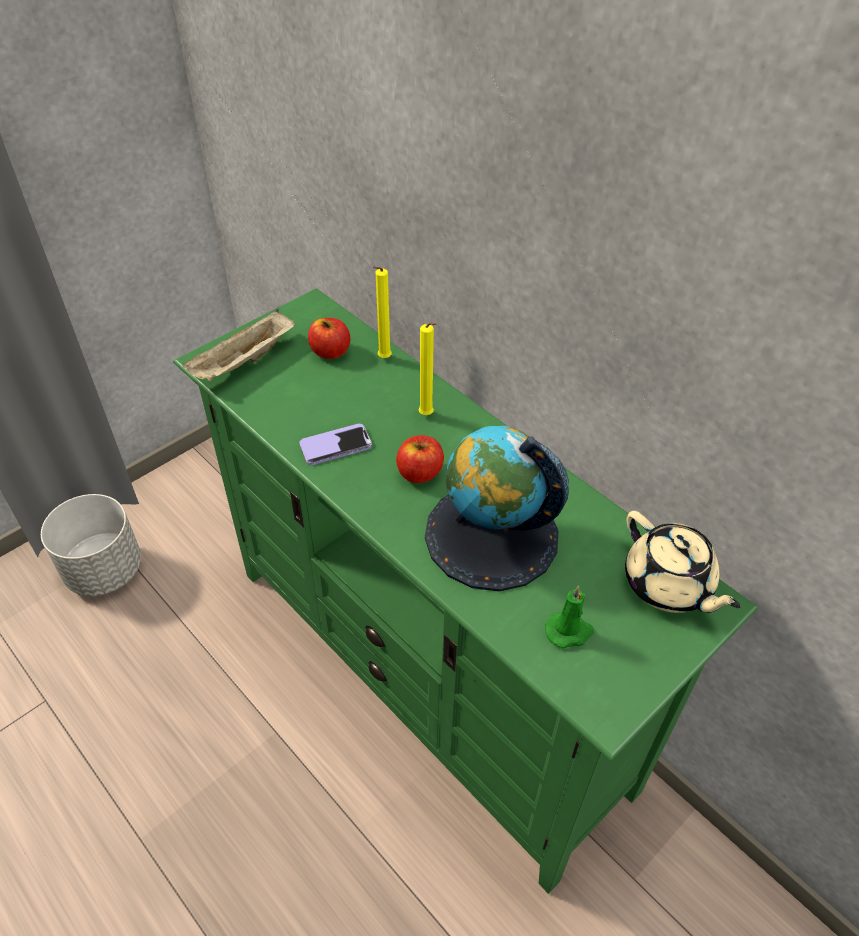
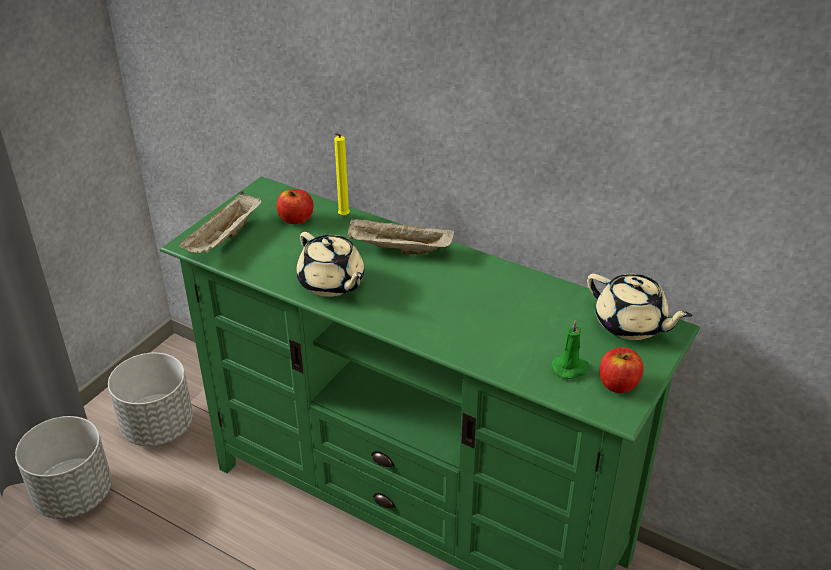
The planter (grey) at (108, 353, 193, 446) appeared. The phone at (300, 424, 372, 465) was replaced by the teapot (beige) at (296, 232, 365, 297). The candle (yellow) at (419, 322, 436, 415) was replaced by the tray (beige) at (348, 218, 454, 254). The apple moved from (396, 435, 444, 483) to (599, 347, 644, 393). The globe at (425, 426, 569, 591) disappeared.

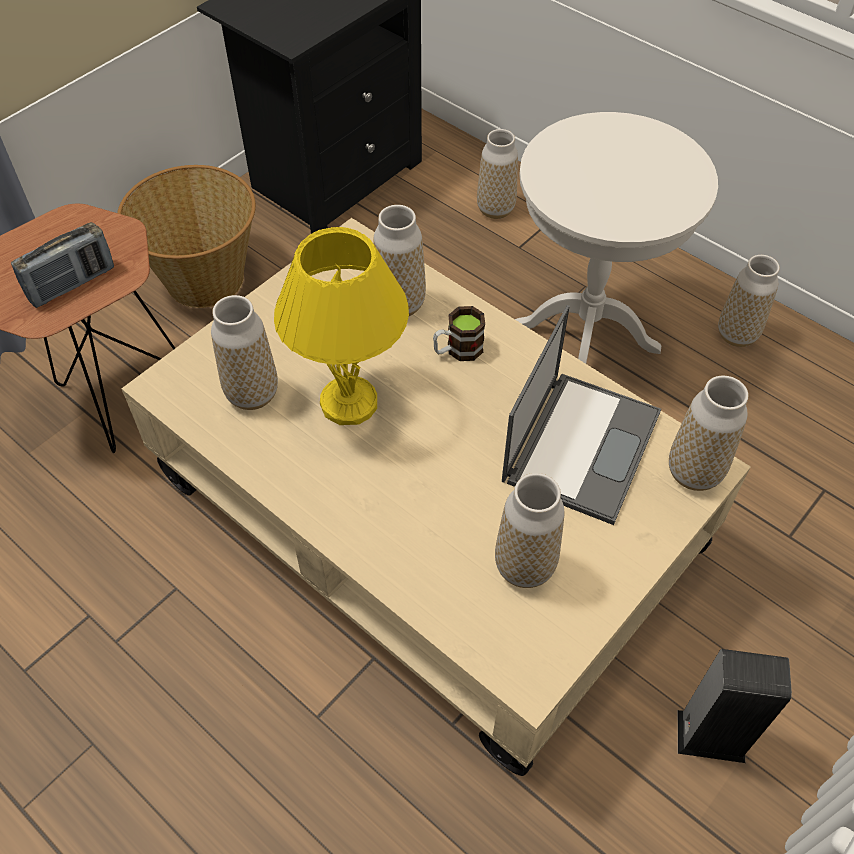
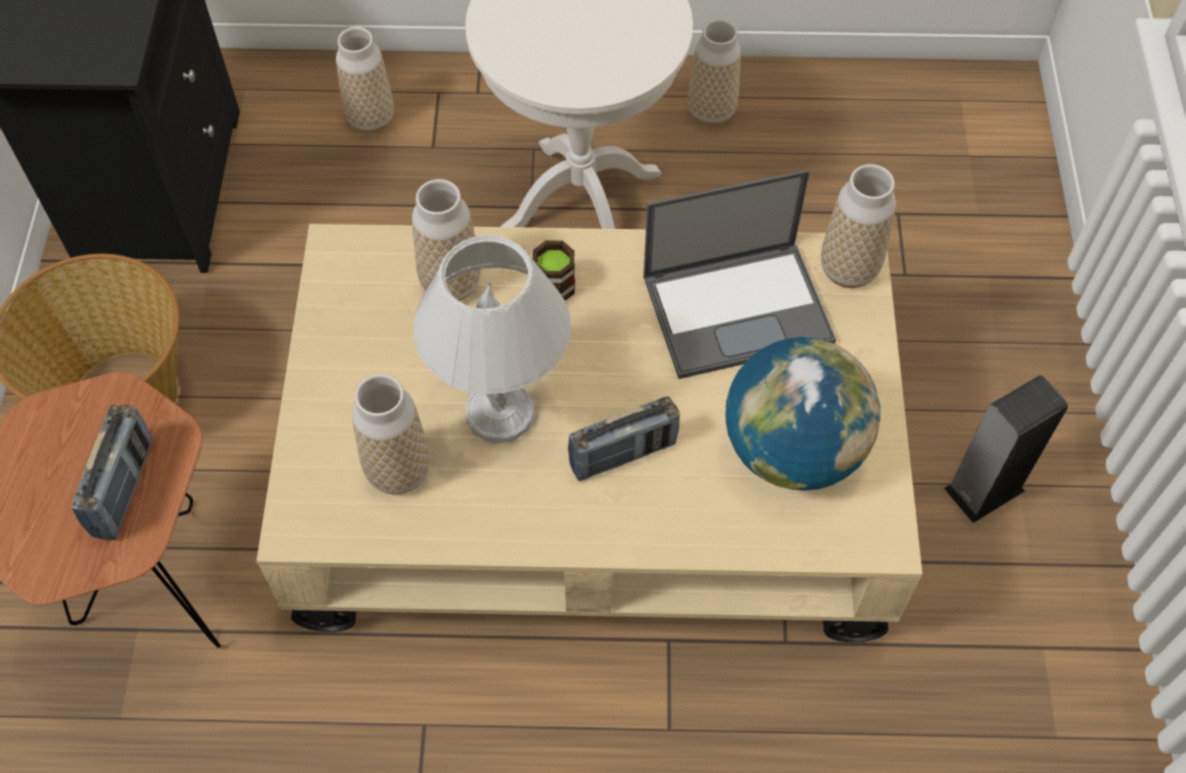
The table lamp (yellow) at (274, 227, 409, 425) became the table lamp (white) at (414, 235, 572, 444). The radio at (568, 396, 680, 481) appeared. The laptop at (502, 305, 661, 525) turned 90 degrees clockwise. The vase at (495, 473, 565, 588) was replaced by the globe at (726, 337, 881, 491).

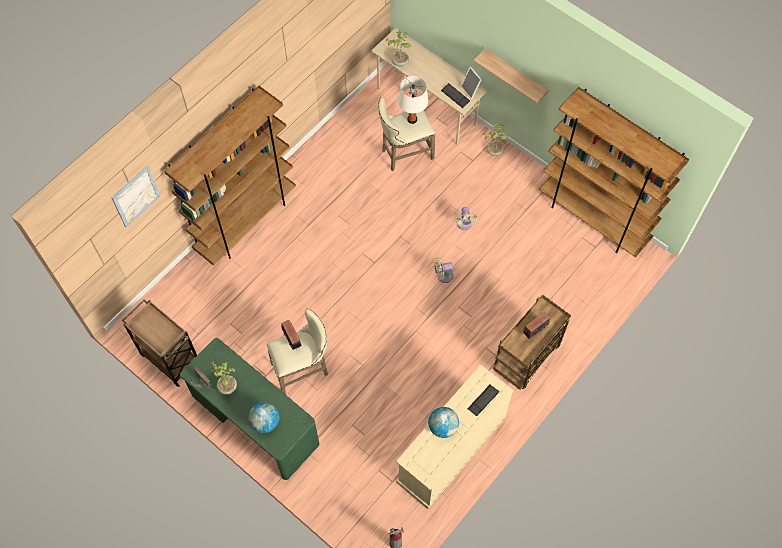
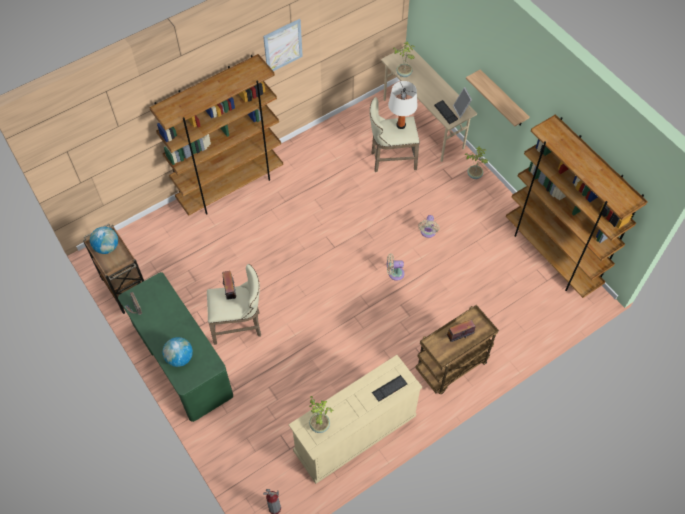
The globe moved from (428, 407, 459, 438) to (90, 227, 118, 254). The picture moved from (111, 165, 160, 227) to (263, 19, 303, 71). The potted plant moved from (211, 361, 237, 395) to (309, 396, 333, 433).

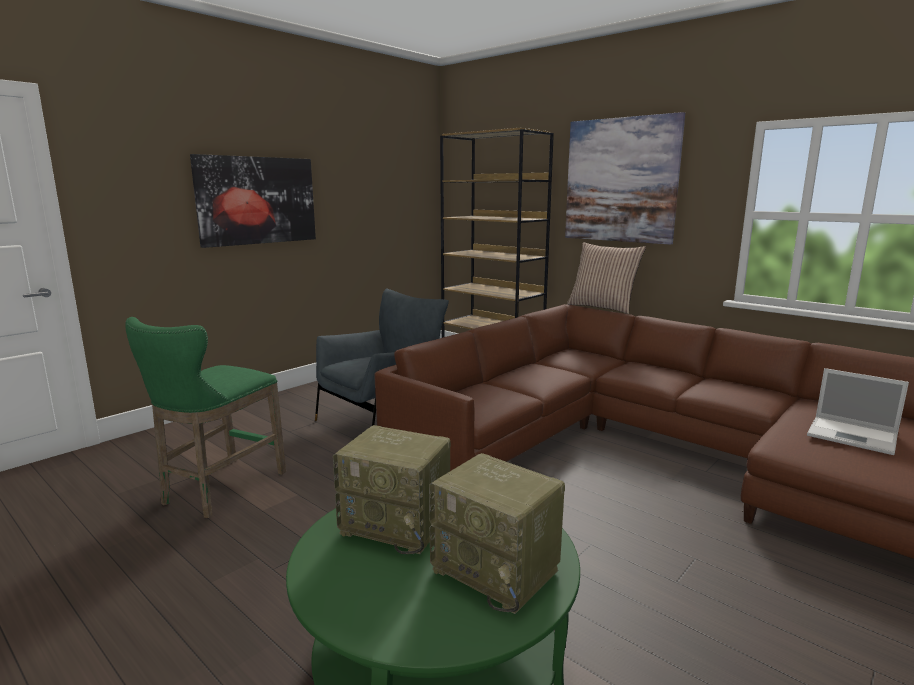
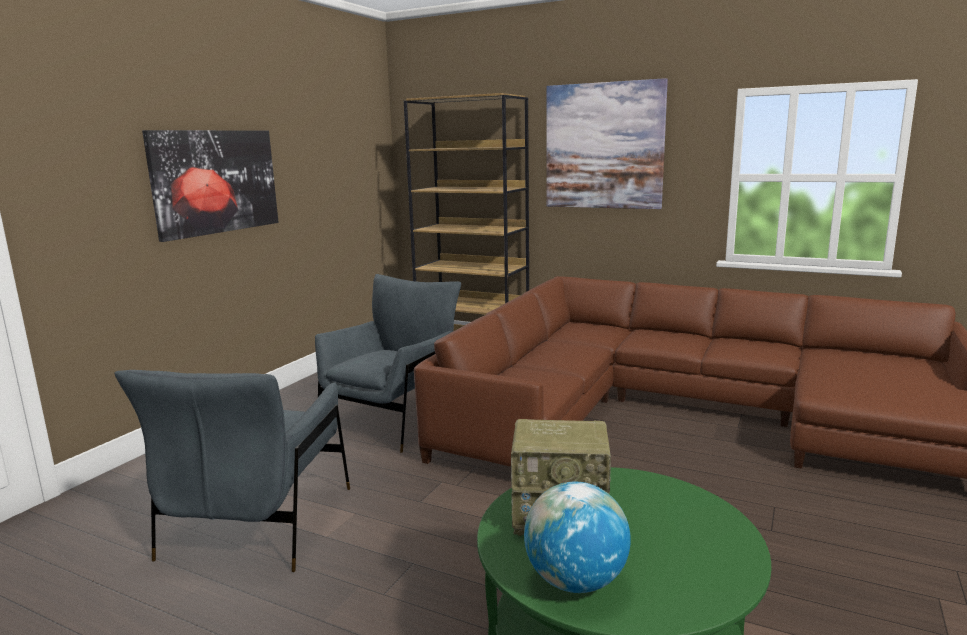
The stool (green) at (125, 317, 286, 518) was replaced by the armchair (grey) at (114, 370, 350, 572). The globe at (524, 482, 631, 593) appeared. The radio at (429, 453, 565, 614) disappeared. The pillow at (567, 242, 646, 314) disappeared. The laptop at (807, 368, 909, 455) disappeared.

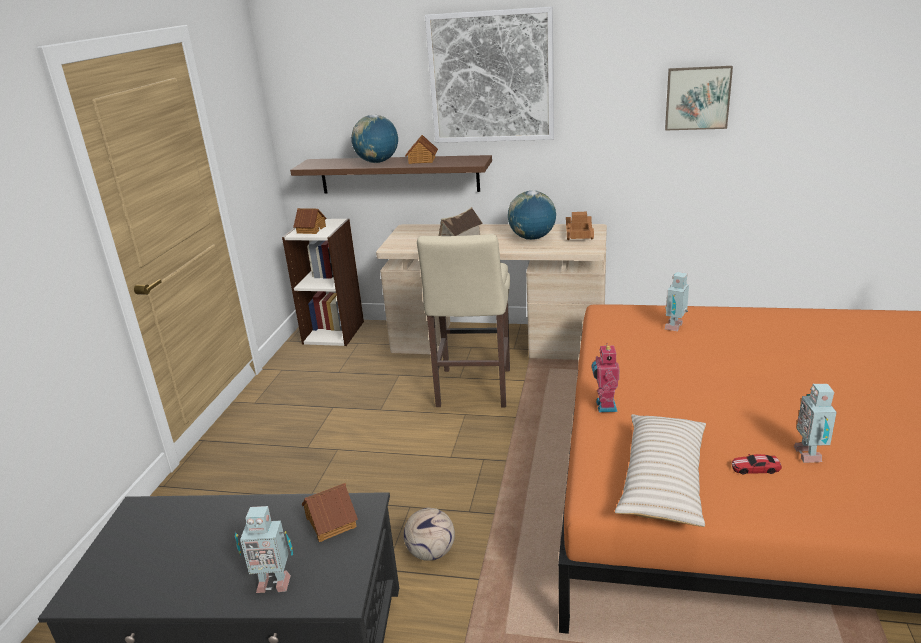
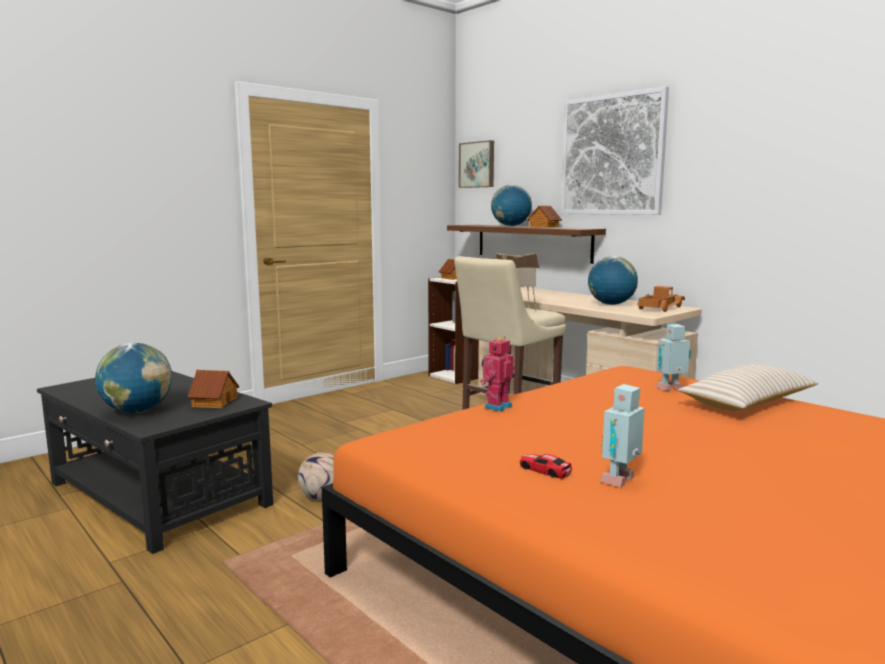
The toy robot at (235, 506, 293, 593) was replaced by the globe at (95, 343, 172, 413). The picture moved from (665, 66, 733, 130) to (459, 140, 494, 188). The pillow (beige) moved from (615, 414, 706, 527) to (678, 364, 818, 411).

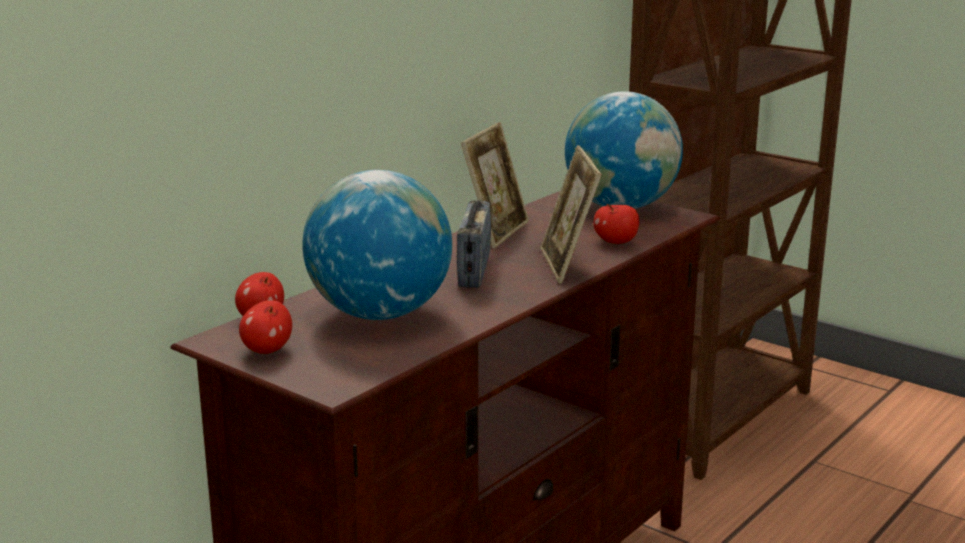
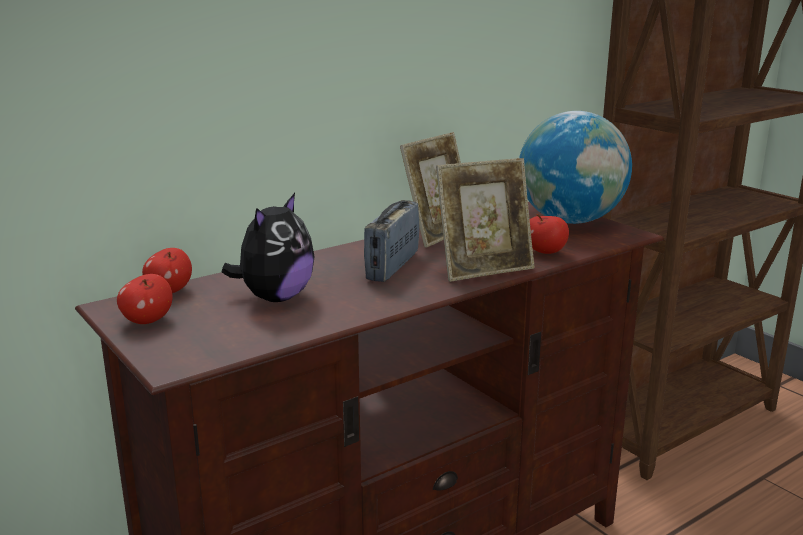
The globe at (302, 170, 452, 320) was replaced by the plush toy at (222, 193, 315, 302). The picture frame at (540, 145, 602, 283) turned 120 degrees counterclockwise.

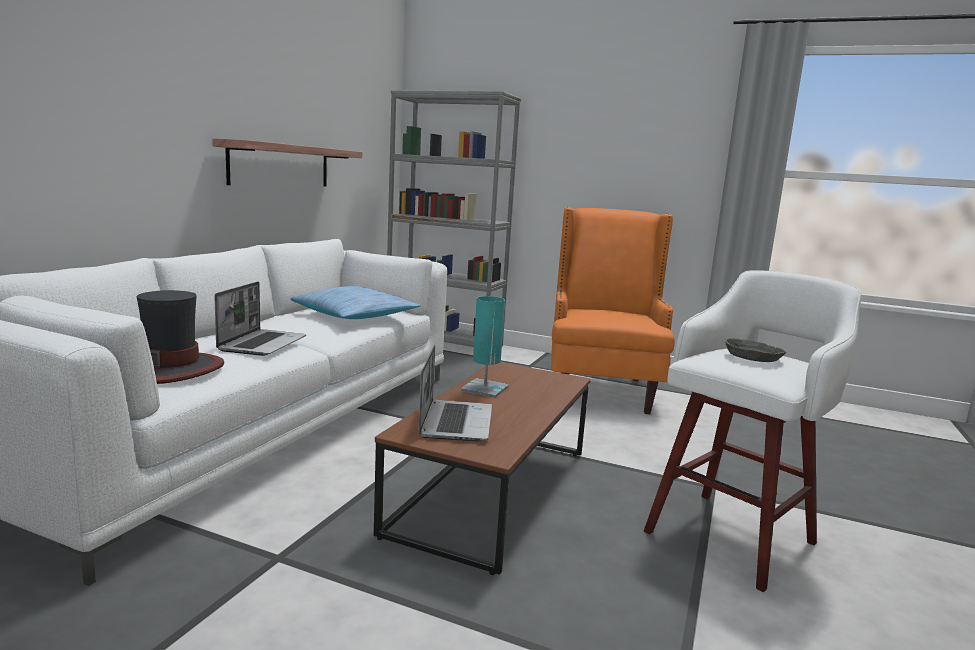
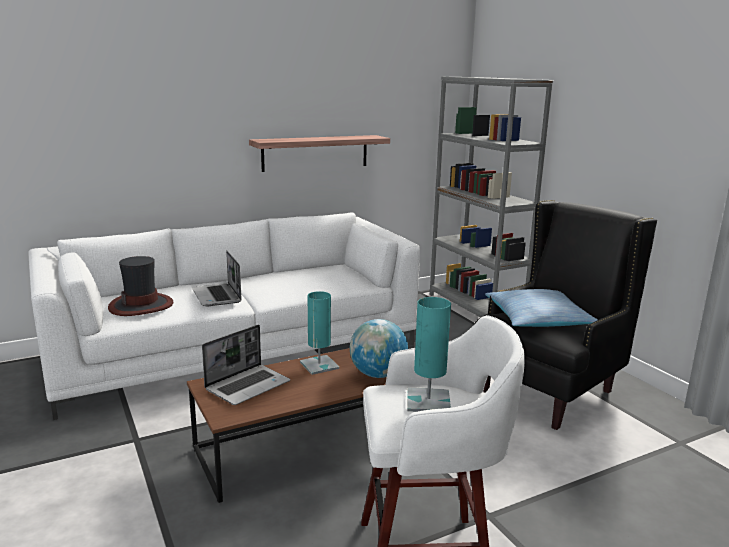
The laptop at (214, 281, 306, 356) turned 105 degrees clockwise. The globe at (350, 319, 408, 378) appeared. The bowl (grey) at (725, 338, 786, 362) was replaced by the table lamp (turquoise) at (407, 297, 451, 412). The armchair (orange) at (551, 207, 675, 414) became the armchair (black) at (474, 200, 657, 430). The pillow moved from (291, 286, 421, 319) to (485, 289, 598, 327).

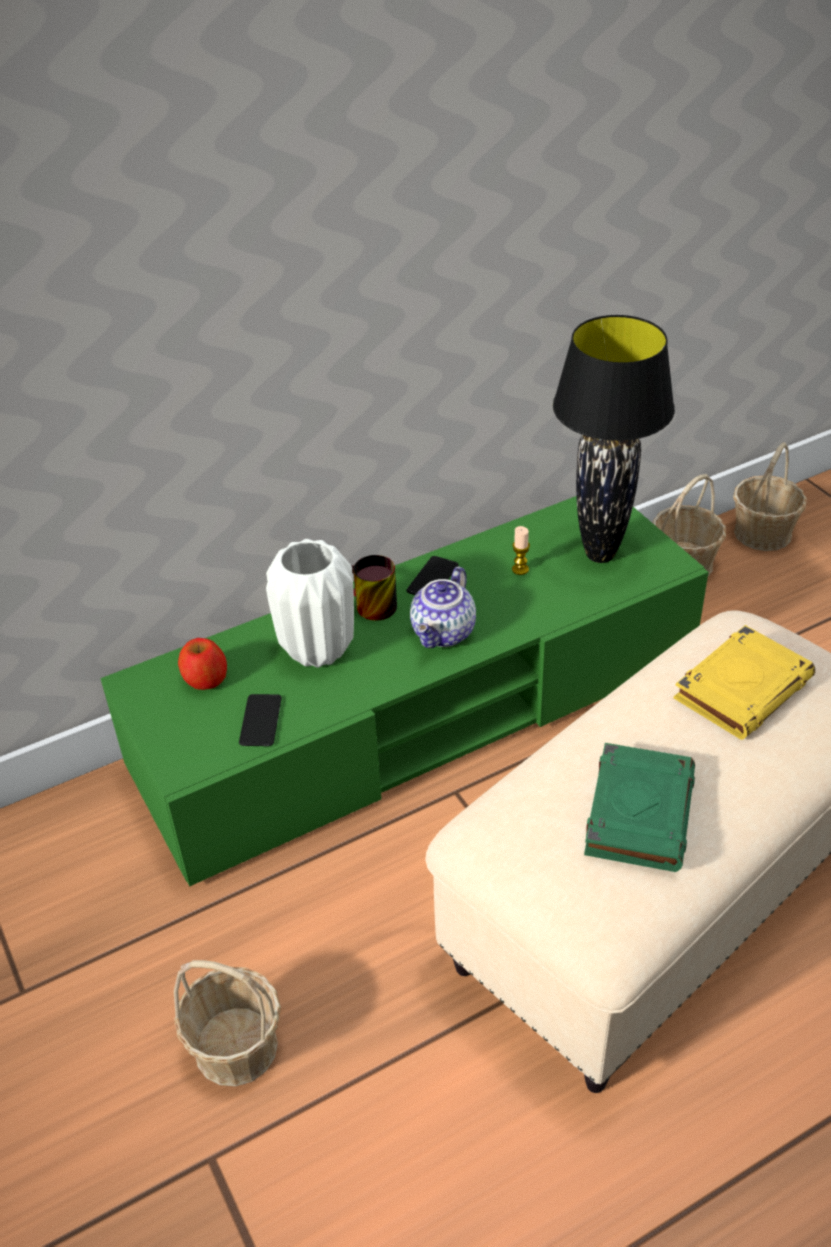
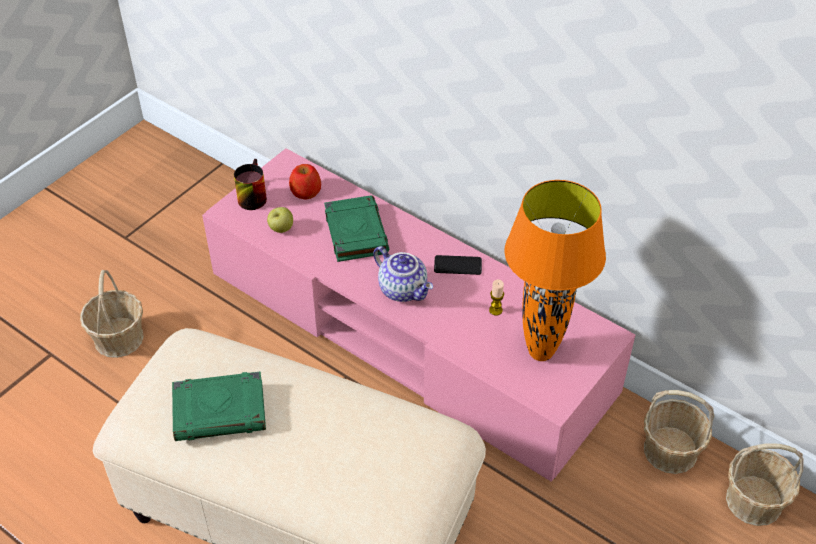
The tv stand (green) at (100, 496, 708, 886) became the tv stand (pink) at (202, 148, 636, 482). The mug moved from (351, 555, 397, 621) to (234, 159, 267, 210). The phone at (239, 694, 282, 746) was replaced by the apple at (267, 207, 293, 233). The vase (white) at (266, 539, 354, 668) was replaced by the book (green) at (324, 195, 389, 262). The teapot at (410, 566, 476, 648) turned 135 degrees counterclockwise. The table lamp (black) at (553, 315, 675, 563) became the table lamp (orange) at (504, 180, 606, 361). The book (yellow) at (674, 625, 815, 740) disappeared.

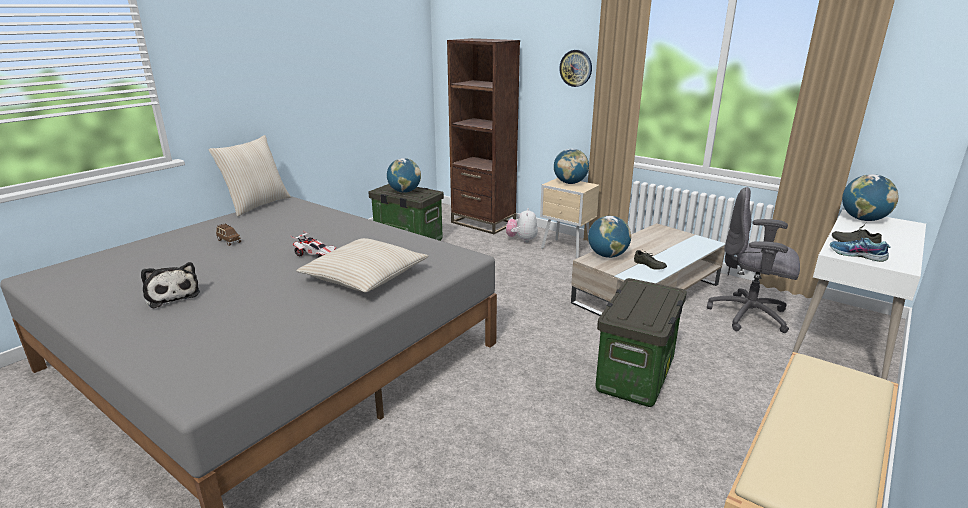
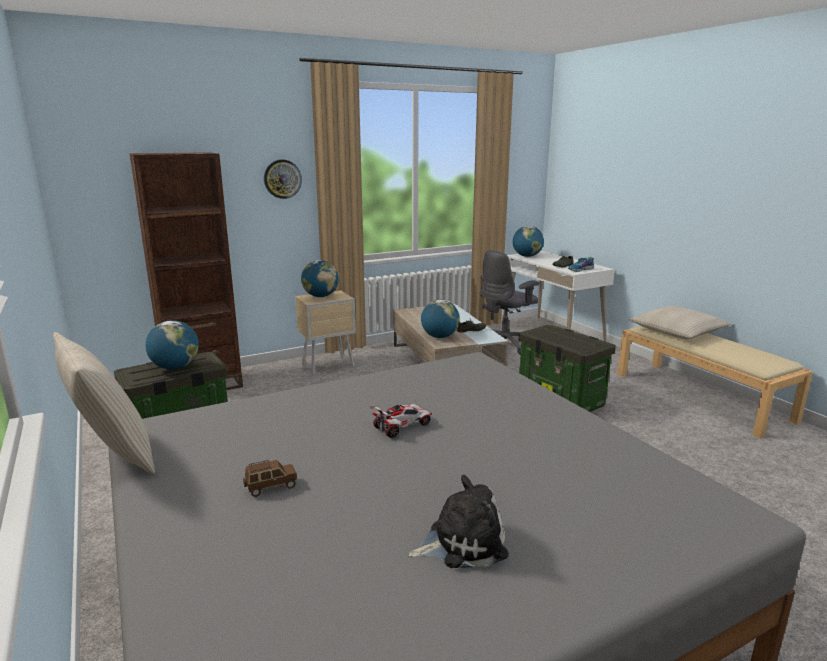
The pillow (beige) moved from (296, 238, 428, 293) to (628, 306, 730, 339). The plush toy at (506, 208, 538, 243) disappeared.

